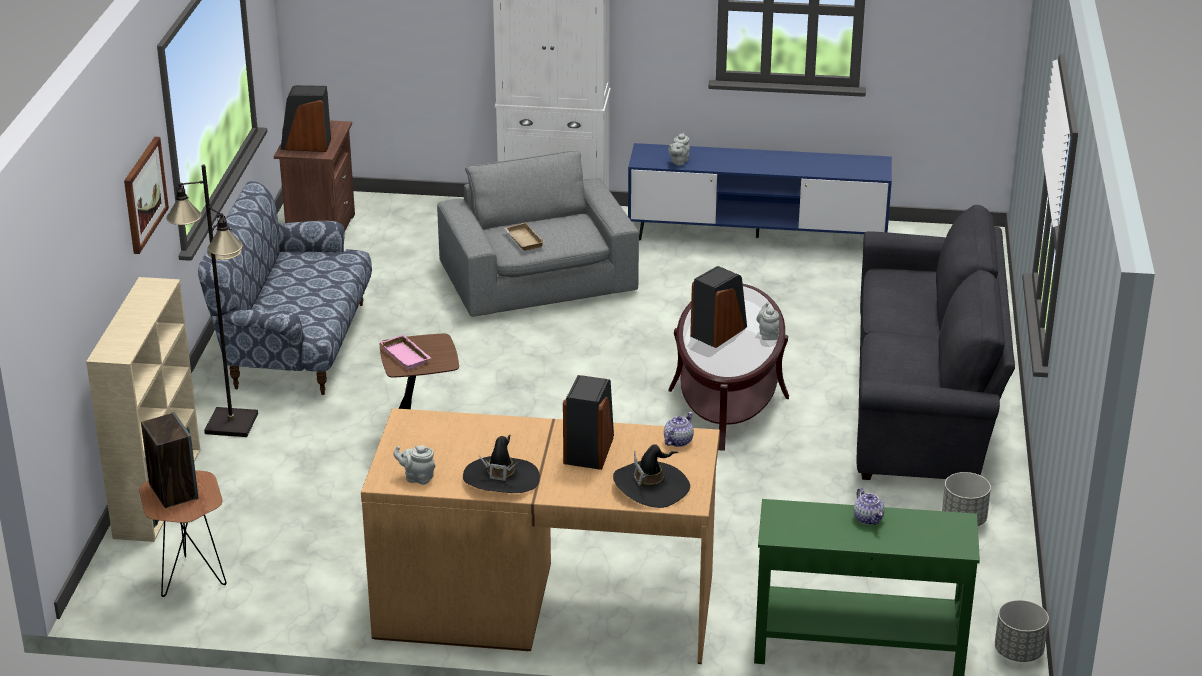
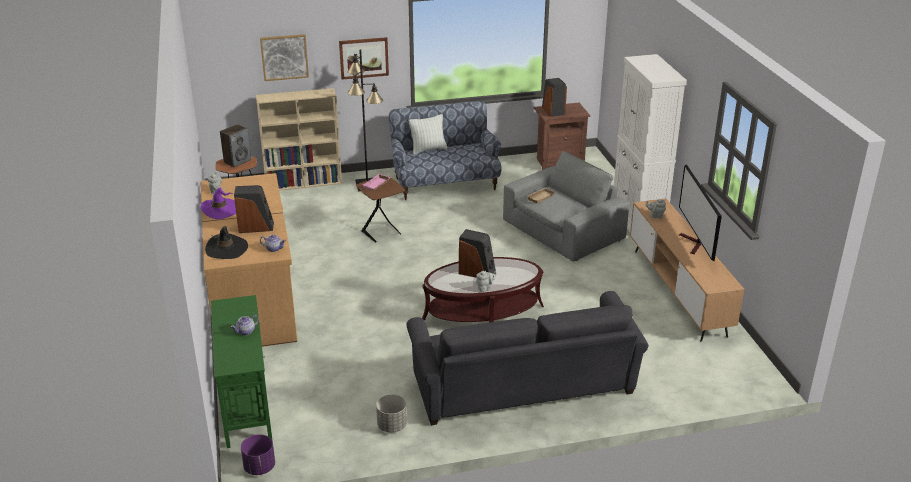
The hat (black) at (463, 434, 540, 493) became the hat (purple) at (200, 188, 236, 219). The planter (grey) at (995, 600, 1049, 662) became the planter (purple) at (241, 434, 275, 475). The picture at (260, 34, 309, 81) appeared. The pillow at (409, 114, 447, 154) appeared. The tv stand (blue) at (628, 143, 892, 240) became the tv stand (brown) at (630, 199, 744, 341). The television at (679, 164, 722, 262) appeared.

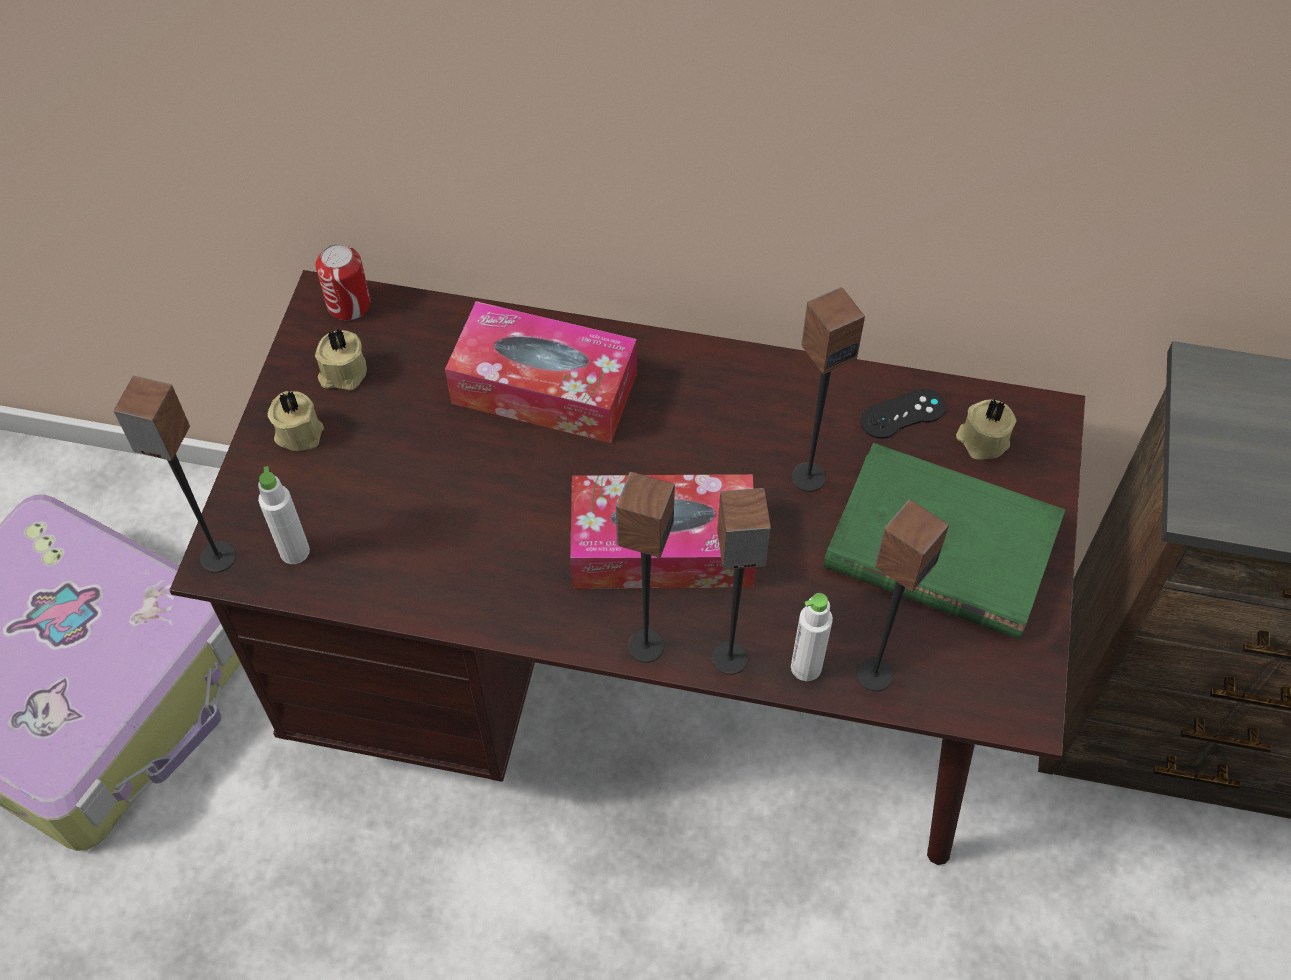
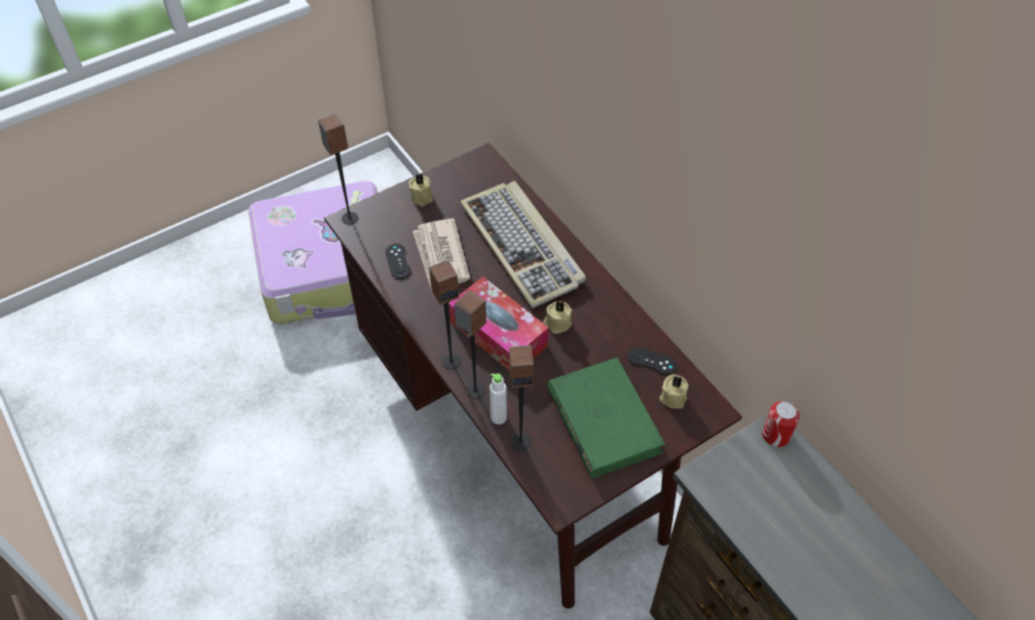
The game controller (black) at (386, 244, 411, 279) appeared. The newspaper at (413, 218, 470, 291) appeared. The tissue box at (445, 301, 637, 443) was replaced by the keyboard at (460, 181, 586, 308). The candle (beige) moved from (315, 328, 367, 391) to (543, 301, 572, 334). The can moved from (316, 244, 371, 320) to (762, 401, 800, 447). The bottle (white) at (258, 466, 310, 564) disappeared. The speaker at (791, 287, 865, 492) disappeared.

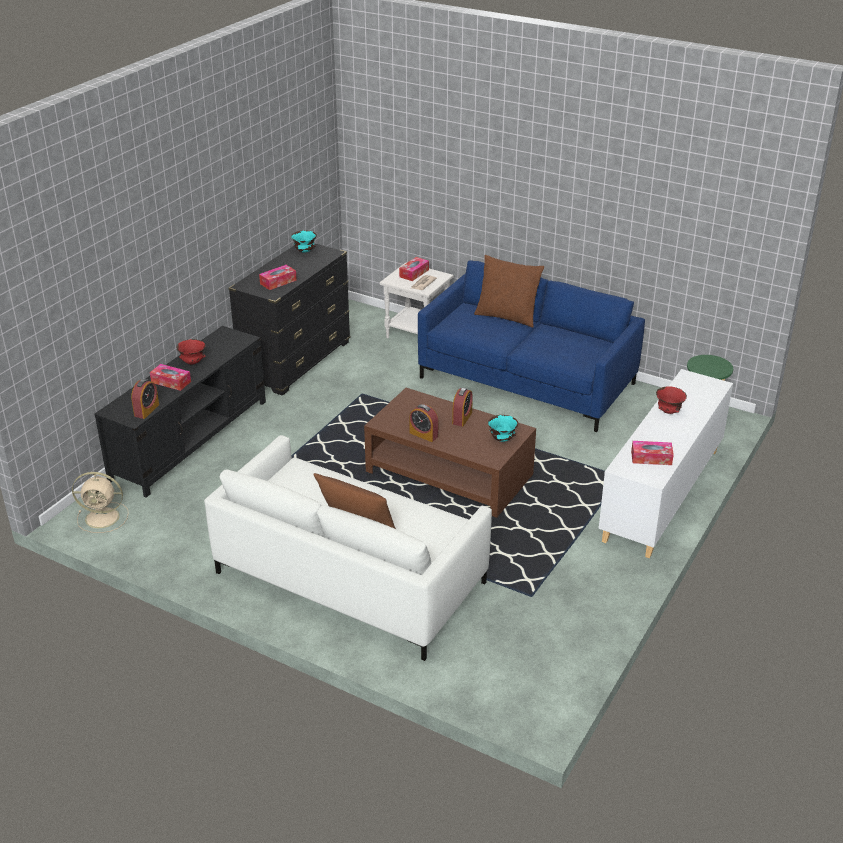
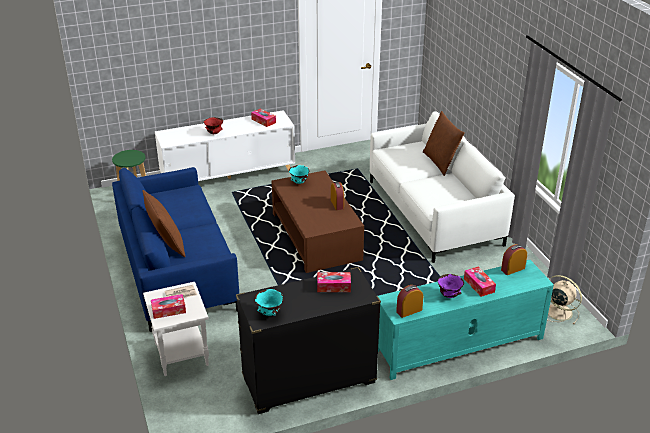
The tv stand (black) at (94, 326, 266, 498) became the tv stand (turquoise) at (378, 260, 554, 380). The alarm clock moved from (452, 388, 473, 427) to (396, 285, 423, 318). The bowl (red) at (177, 339, 206, 364) became the bowl (purple) at (438, 274, 464, 298).

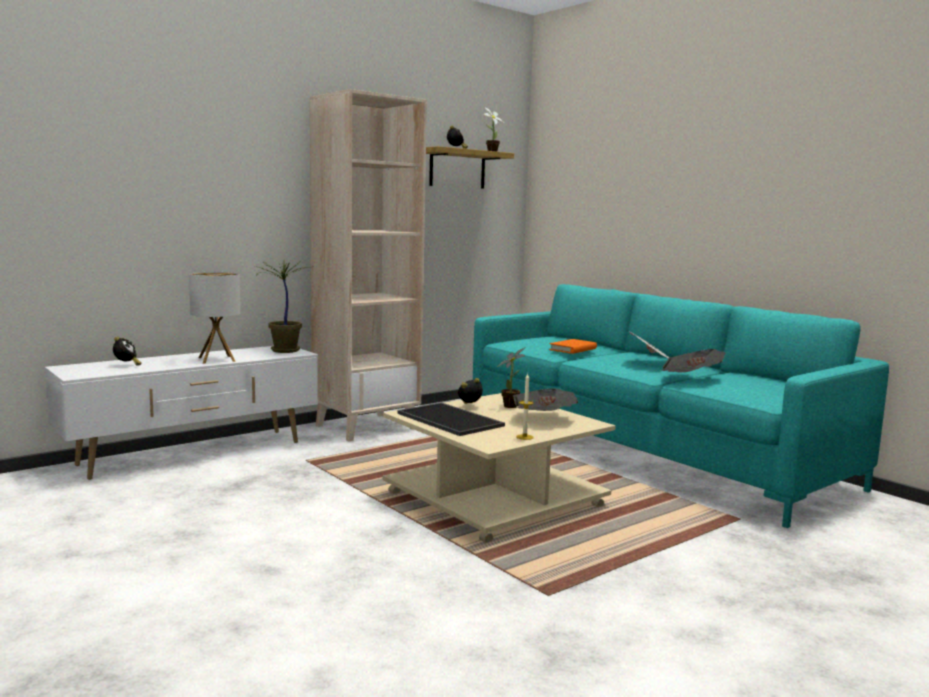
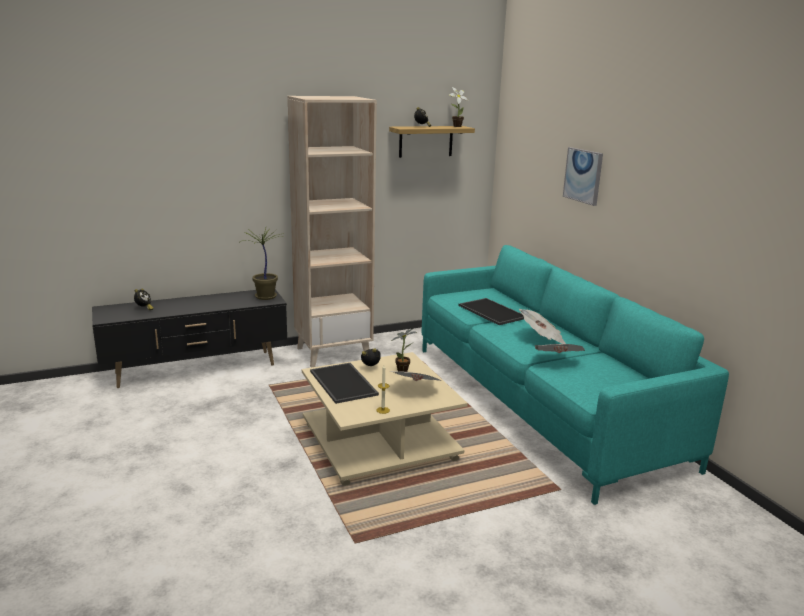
The tv stand (white) at (45, 346, 318, 480) became the tv stand (black) at (92, 289, 287, 388). The book (orange) at (549, 339, 597, 354) was replaced by the tray at (459, 298, 524, 325). The picture at (563, 147, 603, 206) appeared. The table lamp at (189, 272, 240, 364) disappeared.

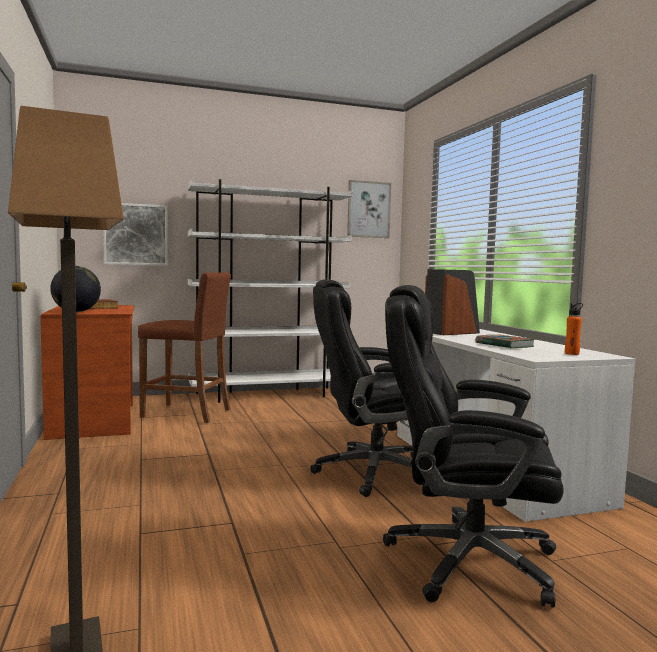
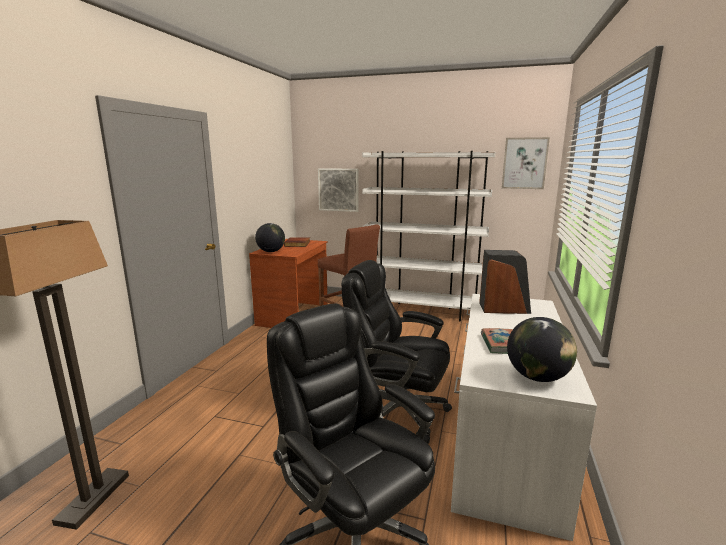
The bottle (orange) at (565, 303, 583, 355) was replaced by the globe at (507, 317, 577, 382).

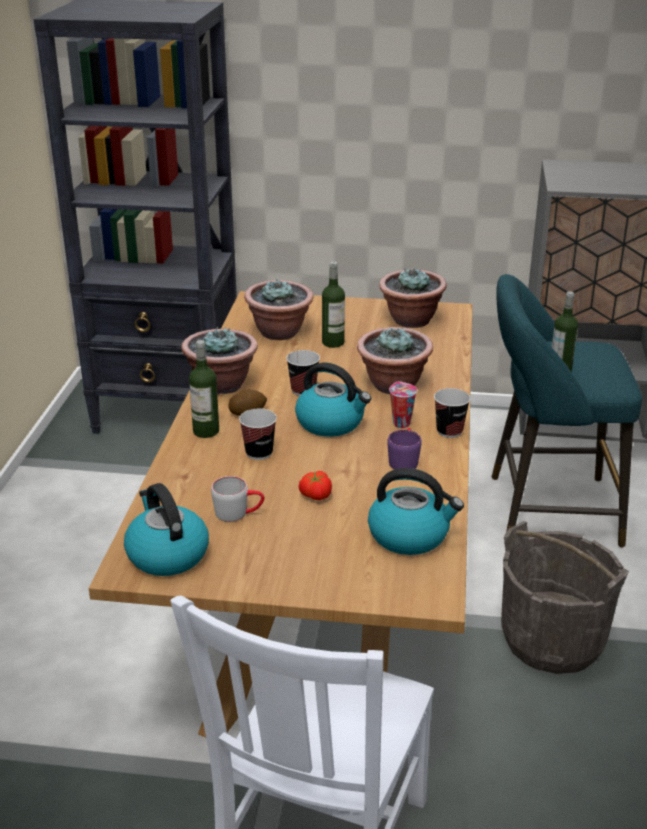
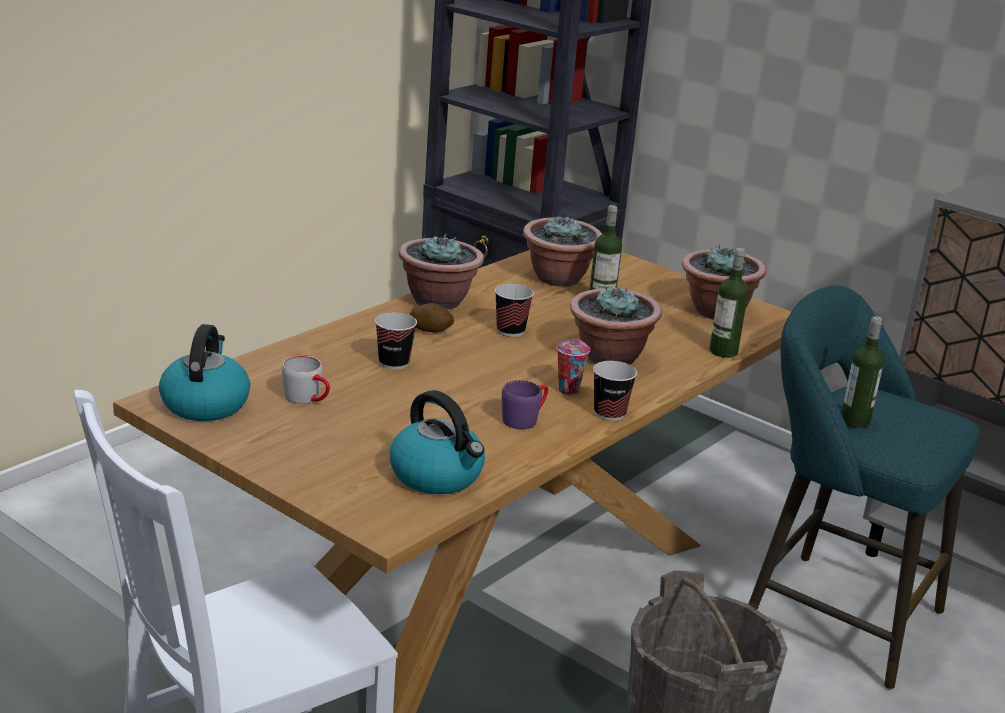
The bottle moved from (189, 340, 219, 438) to (709, 248, 748, 358). The kettle at (295, 363, 371, 437) disappeared. The tomato at (298, 471, 332, 500) disappeared.

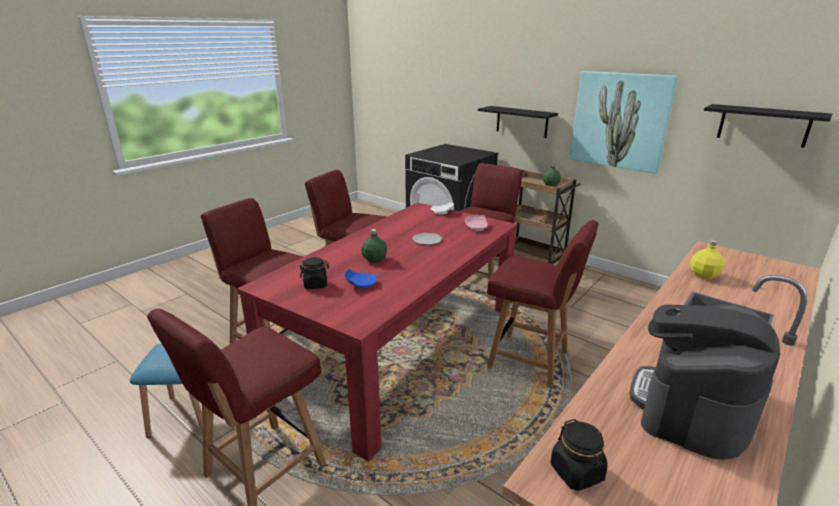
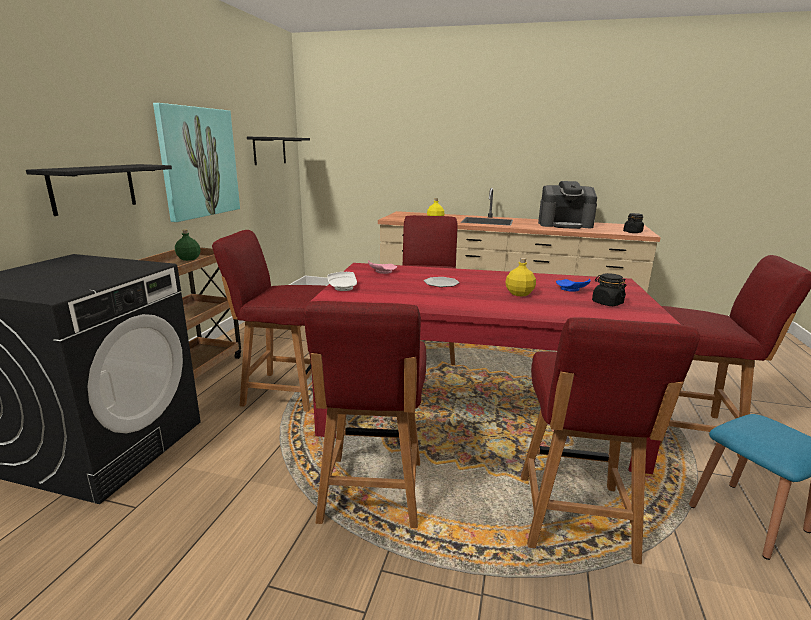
The bottle (green) at (362, 229, 387, 263) became the bottle (yellow) at (506, 258, 536, 297).

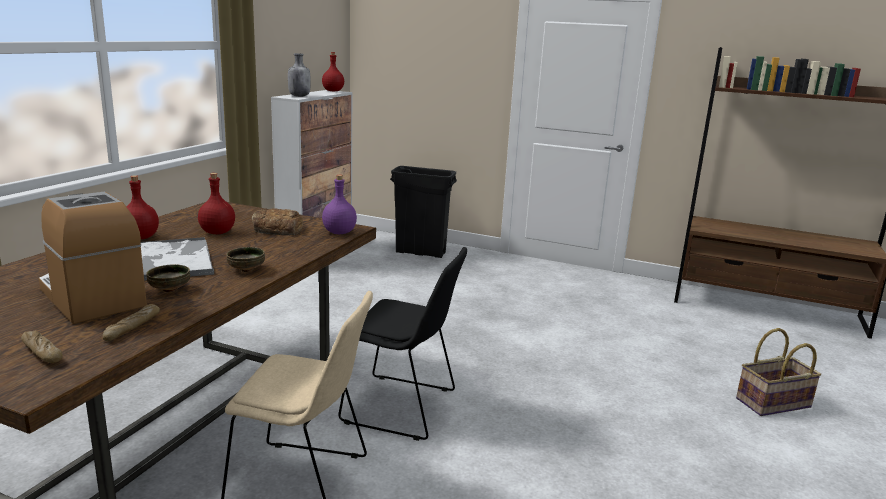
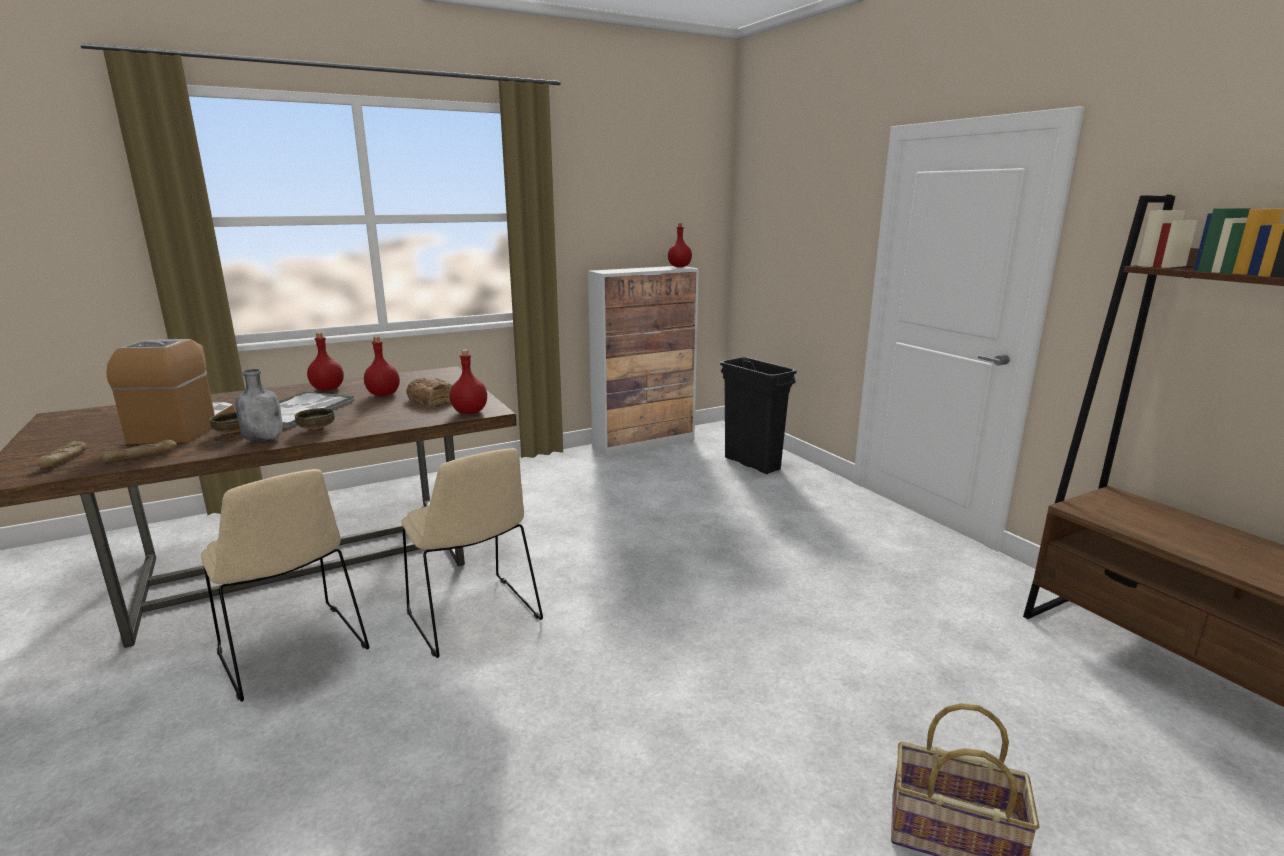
The bottle (grey) moved from (288, 53, 311, 97) to (235, 369, 283, 443). The chair (black) at (338, 247, 467, 441) became the chair (beige) at (401, 448, 543, 658). The bottle (purple) at (322, 175, 357, 234) became the bottle (red) at (450, 349, 487, 414).

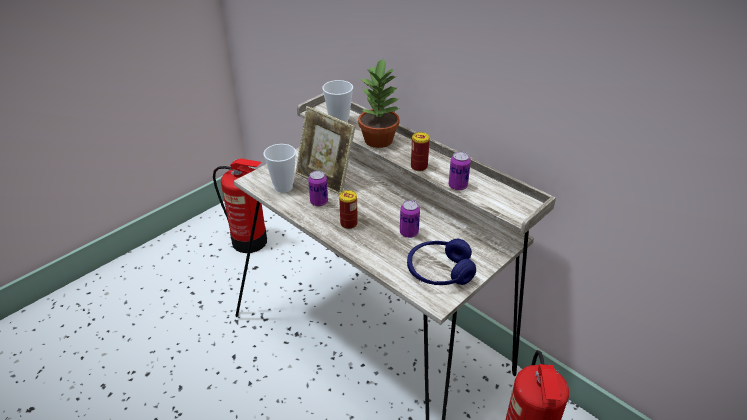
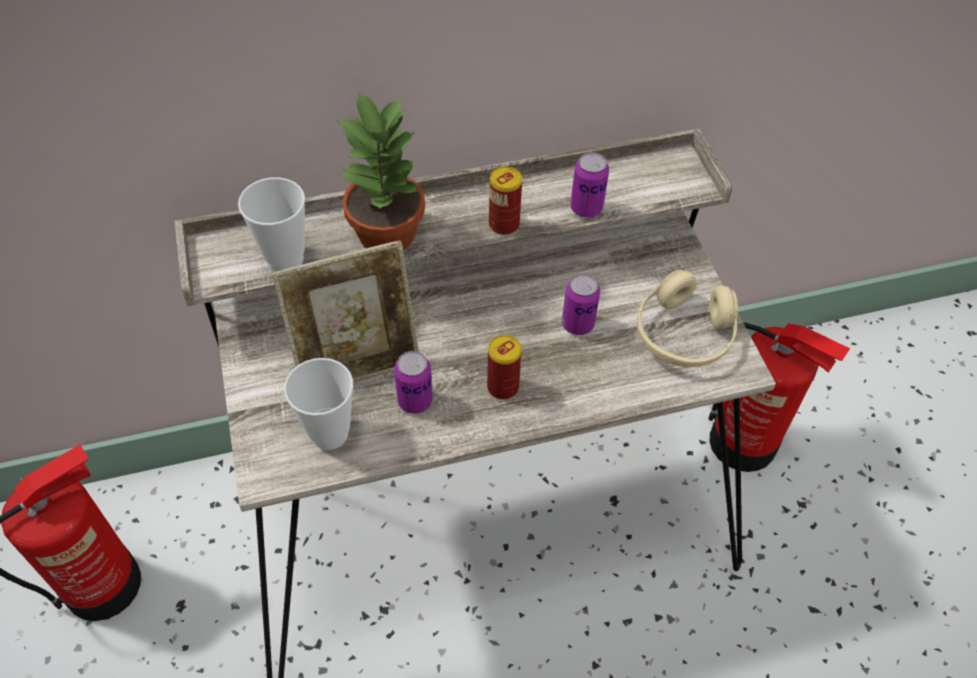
The headphones (blue) at (407, 239, 476, 285) became the headphones (beige) at (637, 270, 738, 367).

